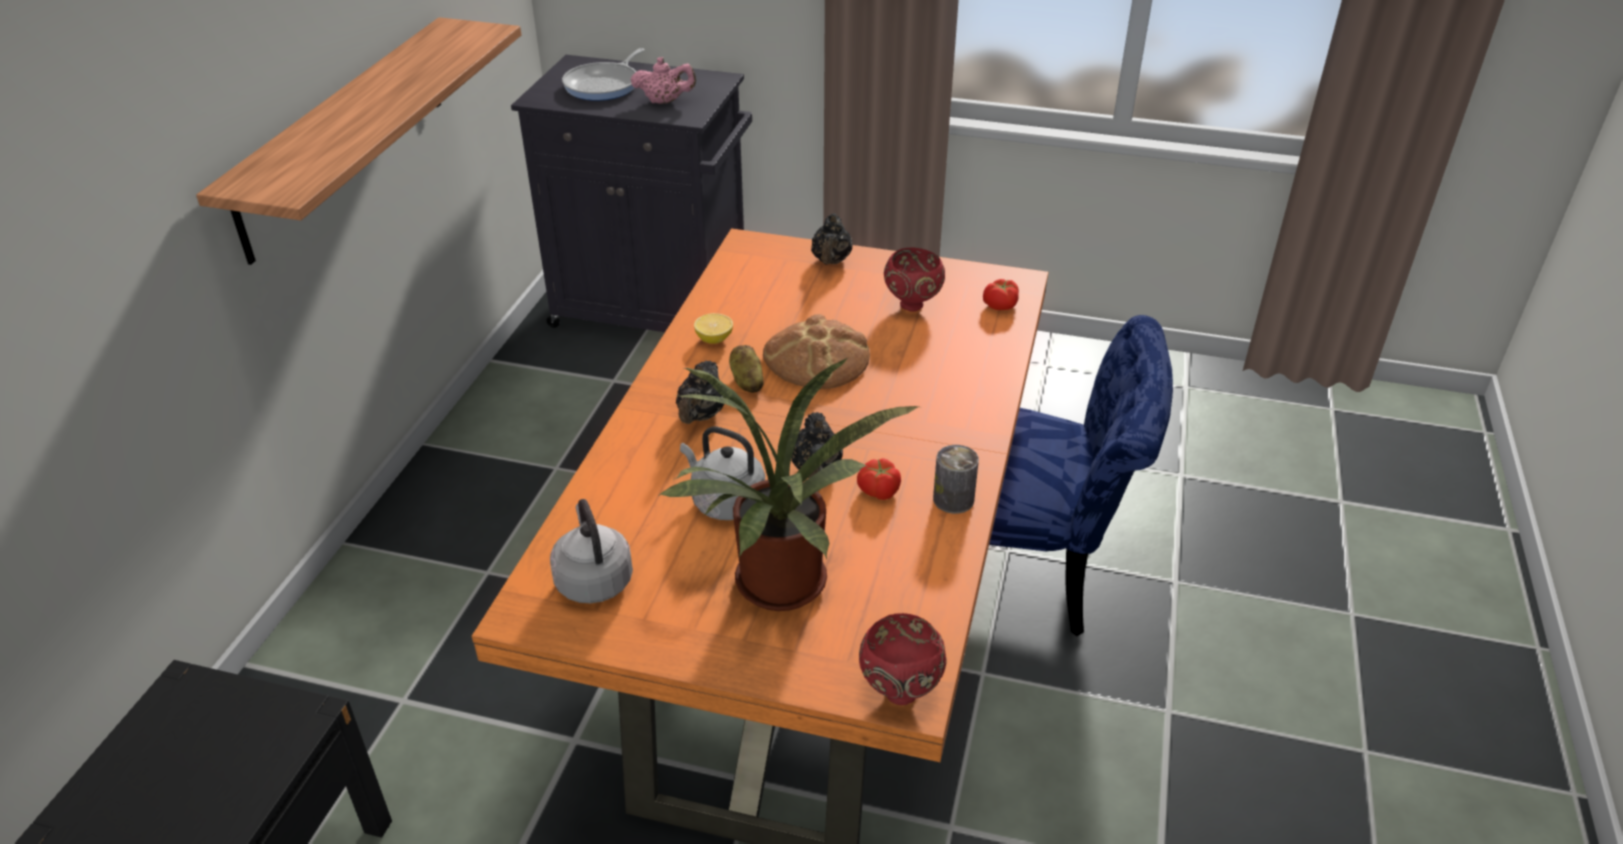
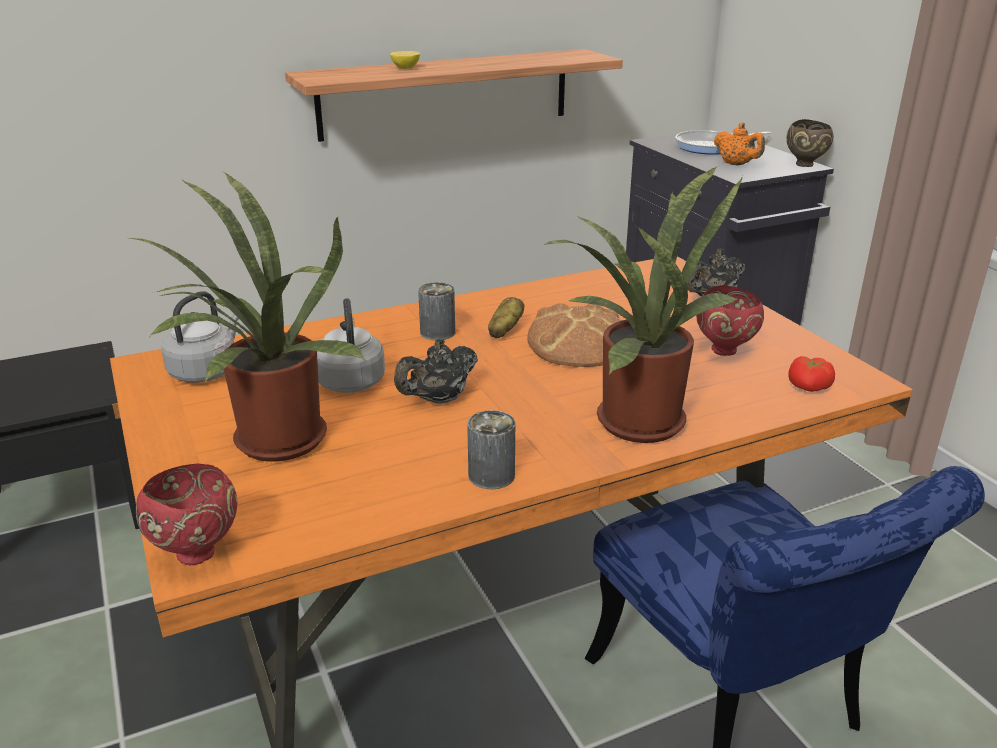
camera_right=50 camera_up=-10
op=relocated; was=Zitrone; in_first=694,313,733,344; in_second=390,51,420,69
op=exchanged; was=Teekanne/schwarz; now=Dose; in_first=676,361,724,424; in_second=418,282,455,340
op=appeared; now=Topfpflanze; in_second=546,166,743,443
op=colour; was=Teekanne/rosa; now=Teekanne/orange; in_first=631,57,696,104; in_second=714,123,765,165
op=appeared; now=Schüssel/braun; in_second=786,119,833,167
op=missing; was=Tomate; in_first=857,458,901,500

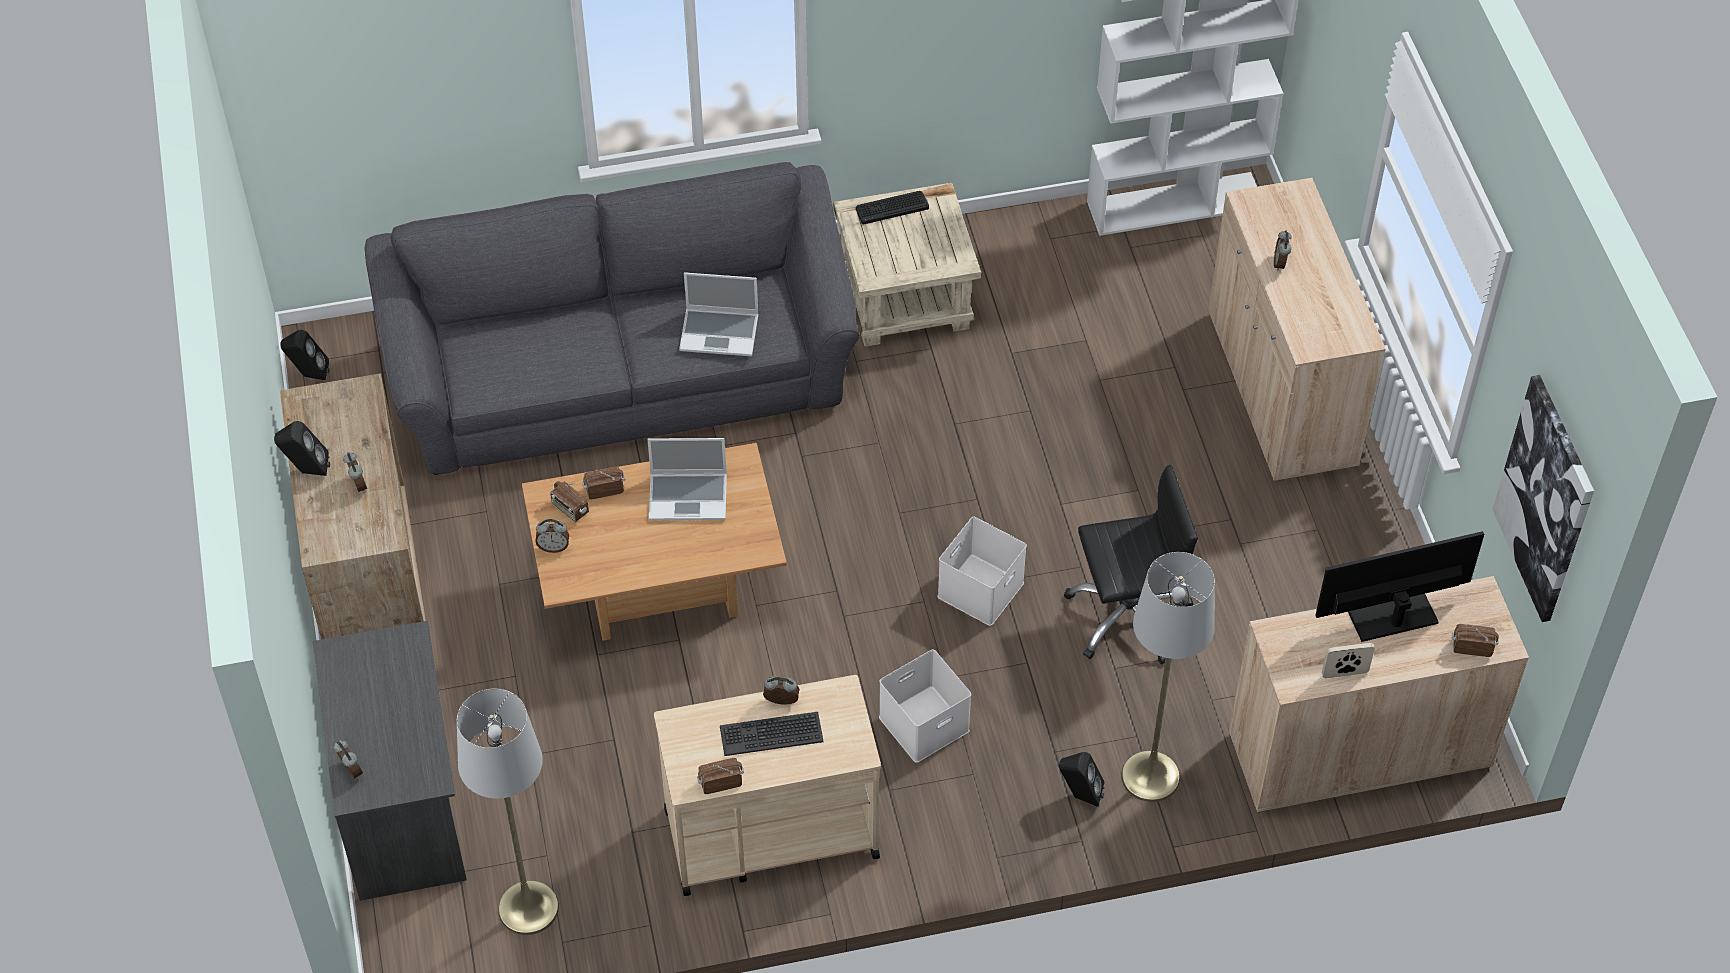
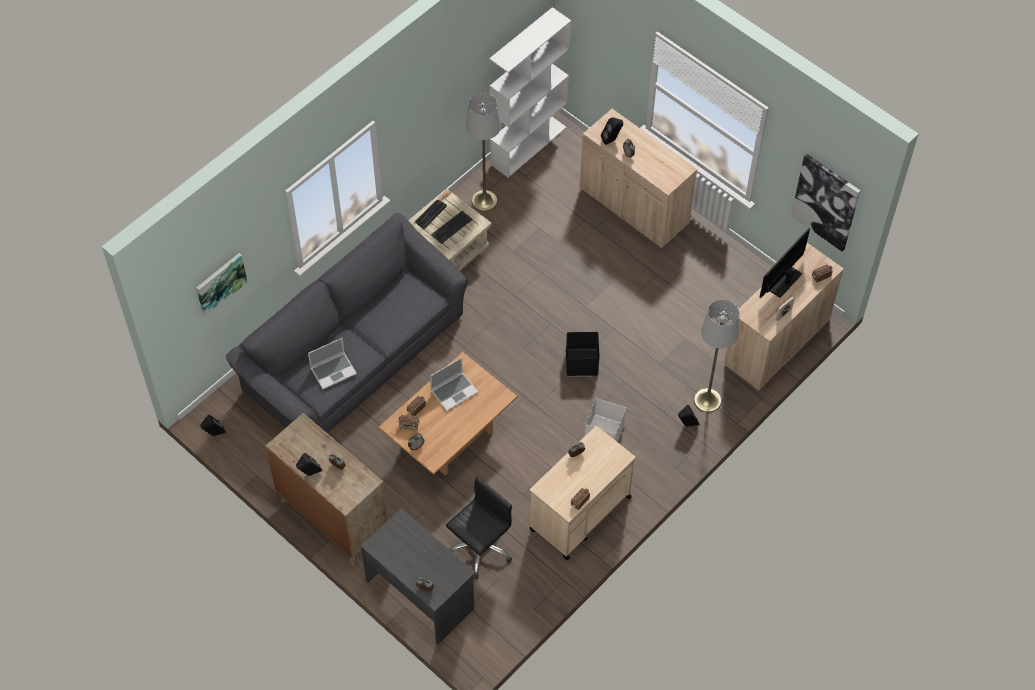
camera_right=-35 camera_up=5
op=appeared; now=Bild; in_second=196,253,248,317
op=relocated; was=Laptop; in_first=679,272,758,356; in_second=308,338,357,389
op=relocated; was=Tastatur; in_first=720,712,824,756; in_second=431,211,473,244
op=relocated; was=Bürostuhl/schwarz; in_first=1064,464,1198,665; in_second=446,477,512,579
op=relocated; was=Stehlampe/grau; in_first=457,689,559,935; in_second=466,93,501,211
op=colour; was=Aufbewahrungsbox/weiß; now=Aufbewahrungsbox/schwarz; in_first=937,517,1027,626; in_second=566,332,600,376
op=appeared; now=Lautsprecher/schwarz; in_second=601,117,623,145

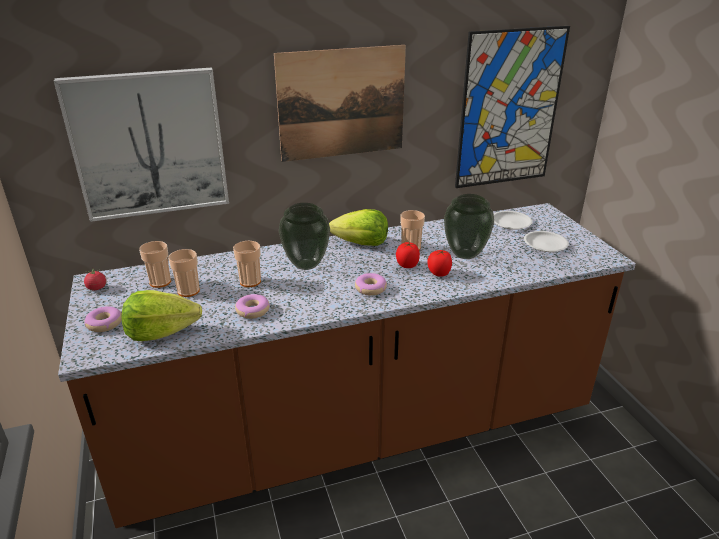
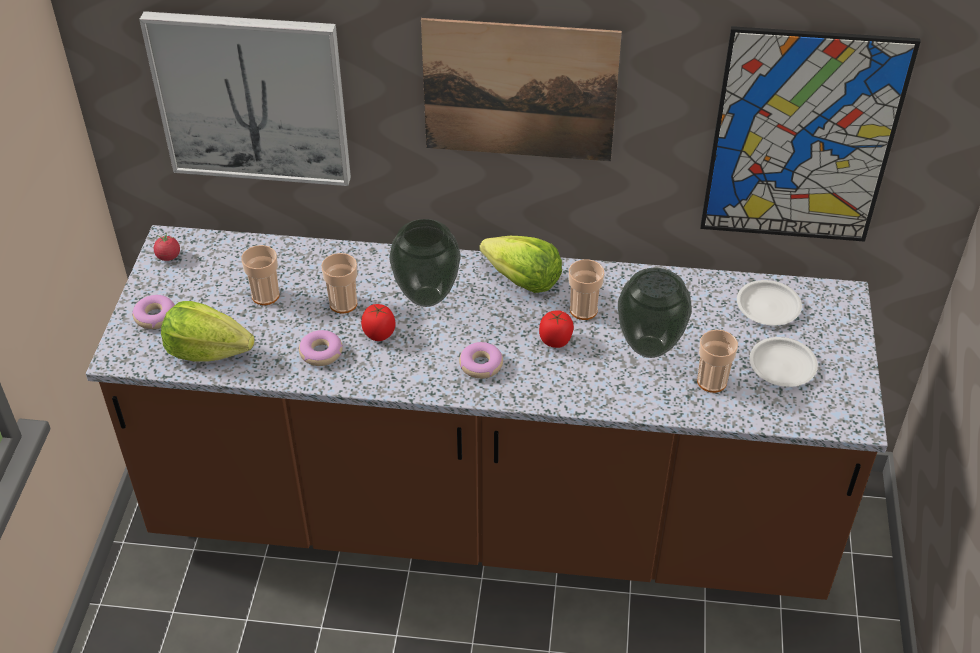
camera_right=25 camera_up=15
op=relocated; was=Tomate; in_first=428,250,452,277; in_second=361,304,396,341
op=relocated; was=Tasse; in_first=139,241,171,288; in_second=697,330,738,393

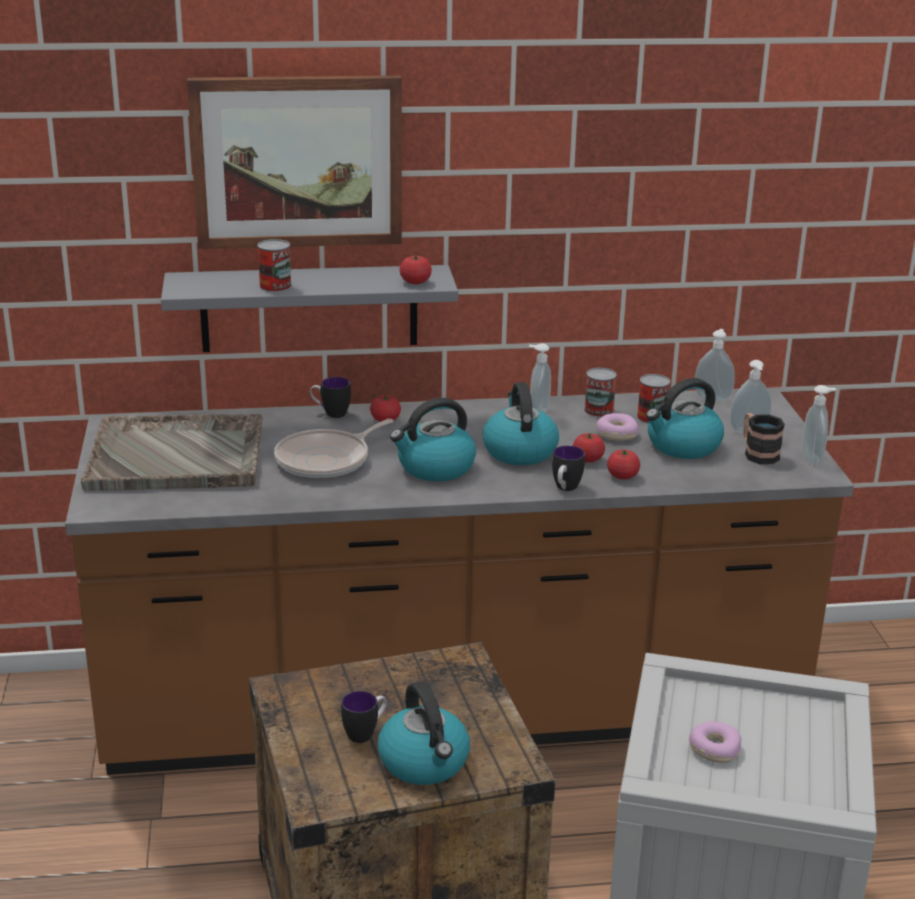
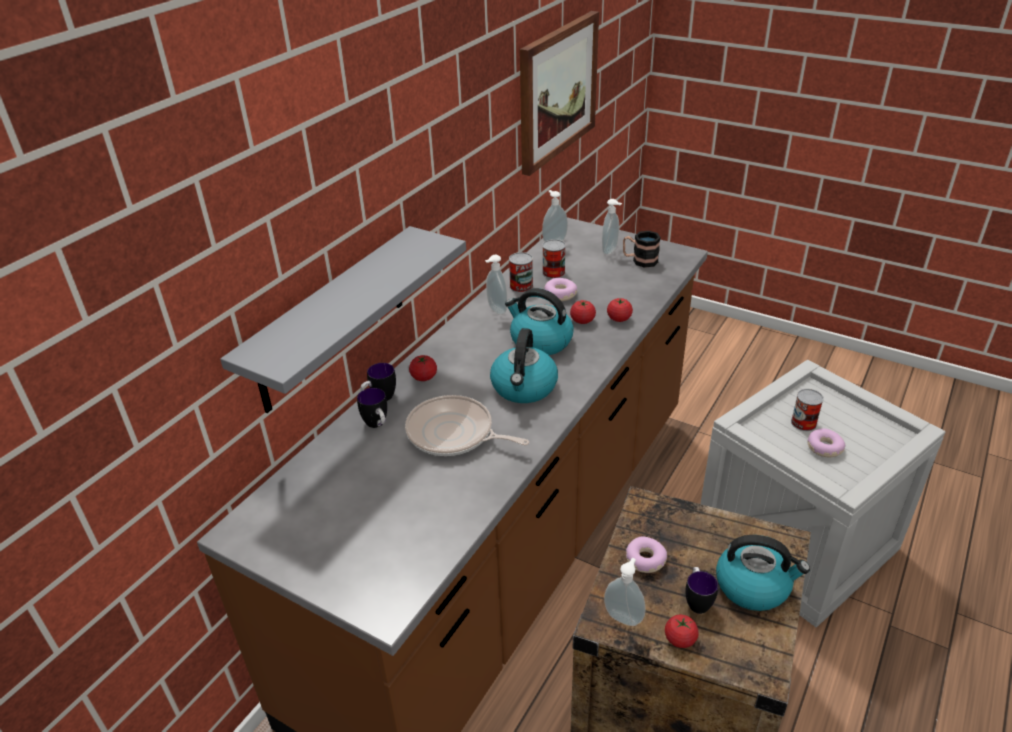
camera_right=-50 camera_up=10
op=relocated; was=Henkelbecher; in_first=552,446,585,491; in_second=357,388,387,428
op=spun; was=Pfanne; in_first=274,419,394,479; in_second=405,395,529,456; clockwise=120
op=relocated; was=Bild; in_first=187,75,402,249; in_second=520,11,599,176
op=relocated; was=Seifenspender; in_first=802,385,836,465; in_second=604,558,646,626
op=appeared; now=Donut; in_second=626,536,667,573
op=relocated; was=Tomate; in_first=400,255,432,284; in_second=665,615,699,648
op=relocated; was=Dose; in_first=257,239,291,292; in_second=791,389,824,431
op=missing; was=Tablett/grau; in_first=81,414,263,491
op=missing; was=Wasserkessel; in_first=646,378,724,459

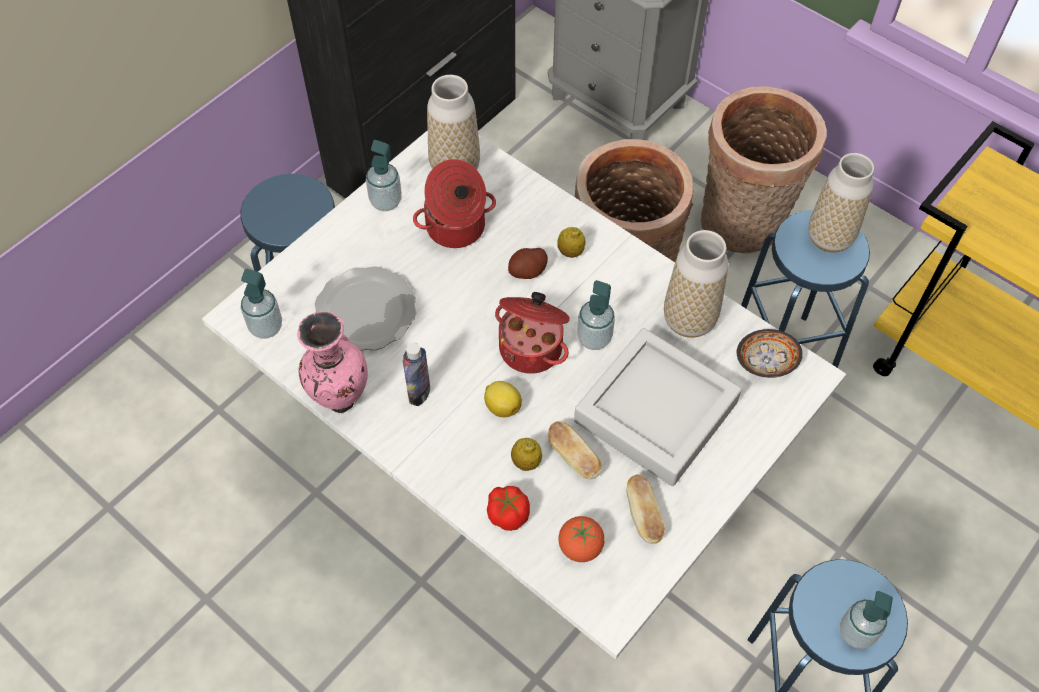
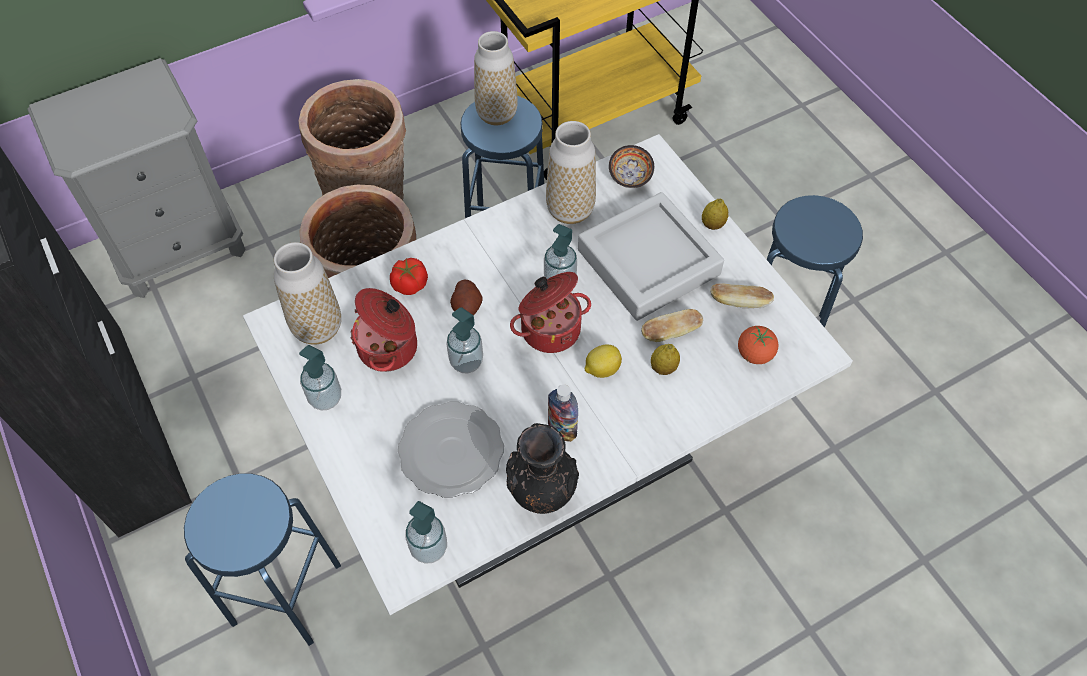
camera_right=-70 camera_up=0
op=relocated; was=Tomate; in_first=487,486,530,531; in_second=390,258,428,295
op=relocated; was=Seifenspender; in_first=840,591,893,649; in_second=446,307,483,374
op=colour; was=Vase/rosa; now=Vase/schwarz; in_first=297,311,368,413; in_second=506,423,579,514
op=relocated; was=Zitrone; in_first=557,227,586,258; in_second=702,199,728,230

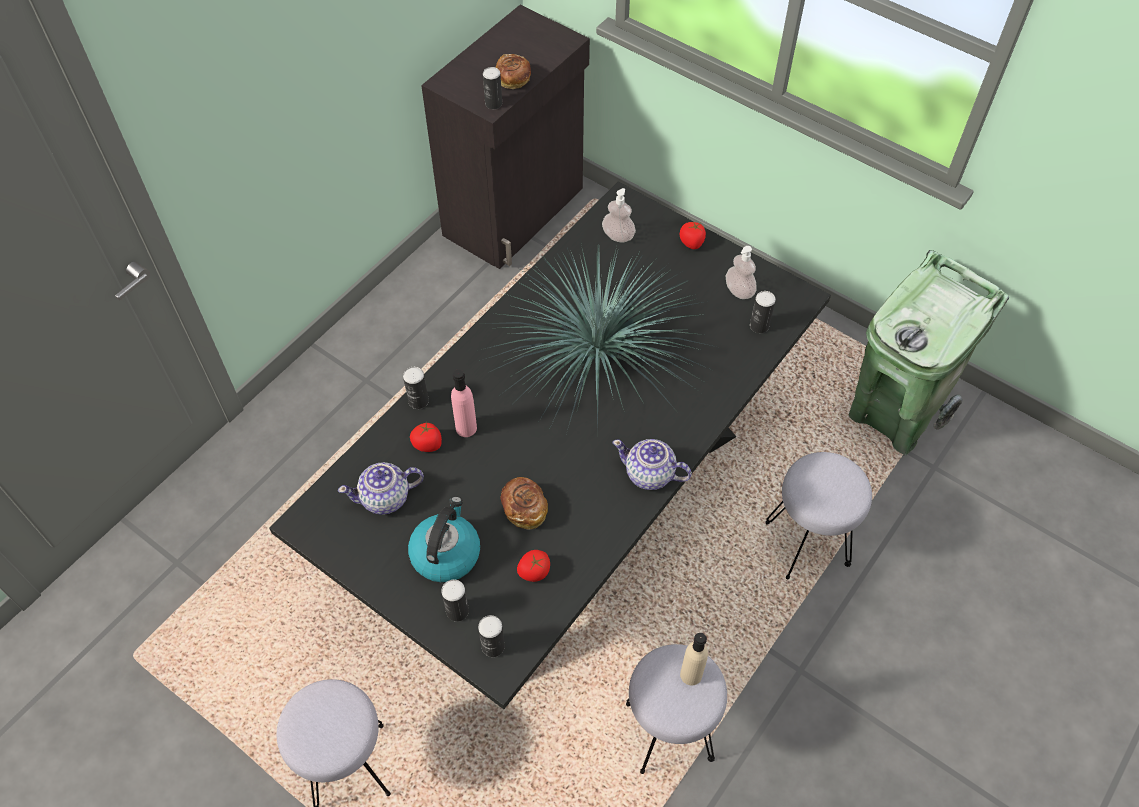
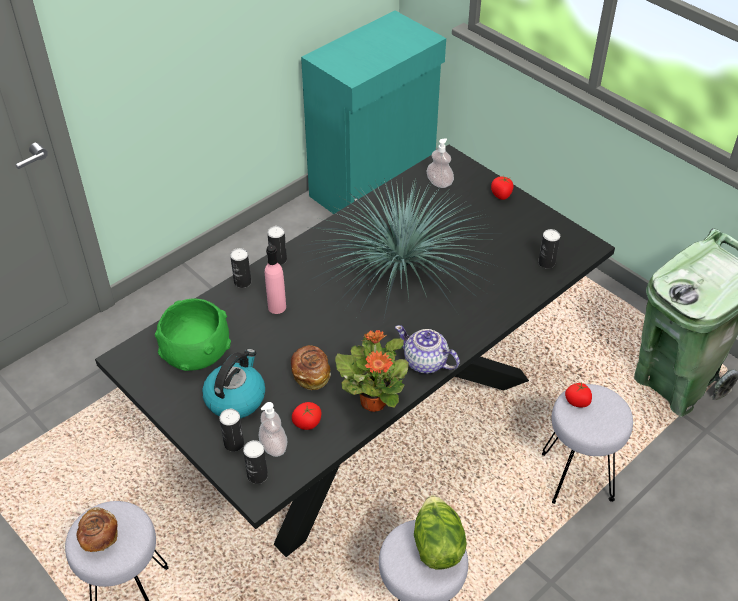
camera_right=10 camera_up=-10
op=relocated; was=Brot; in_first=496,54,531,89; in_second=76,507,118,552
op=exchanged; was=Teekanne; now=Schüssel/grün; in_first=338,462,424,515; in_second=155,298,231,371
op=relocated; was=Seifenspender; in_first=726,246,757,299; in_second=259,402,288,457
op=relocated; was=Dose; in_first=483,67,502,109; in_second=267,226,287,265
op=colour; was=Schrank/schwarz; now=Schrank/türkis; in_first=421,5,590,269; in_second=301,11,446,214
op=appeared; now=Topfpflanze; in_second=335,330,409,412
op=exchanged; was=Flasche/beige; now=Salatkopf; in_first=680,633,708,686; in_second=414,495,467,569
op=relocated; was=Tomate; in_first=410,421,442,452; in_second=565,381,592,407

